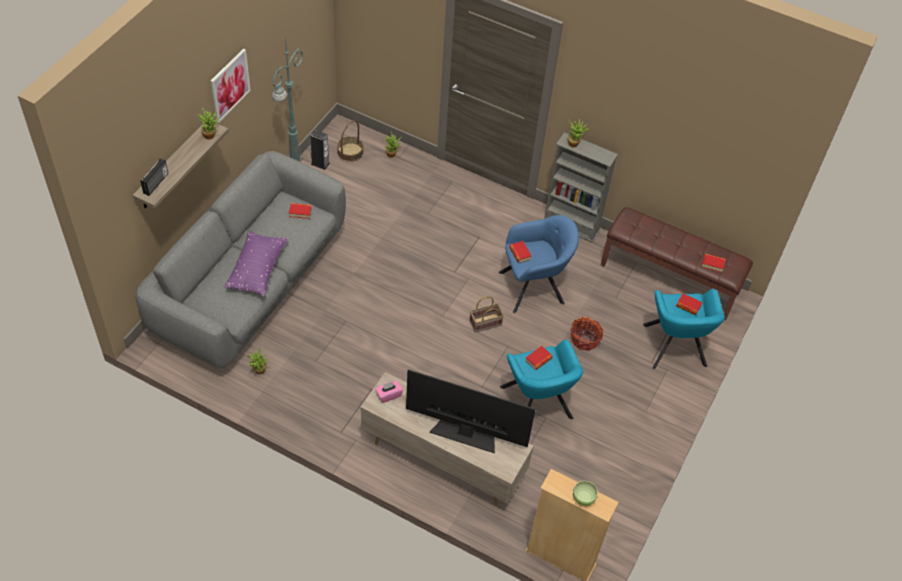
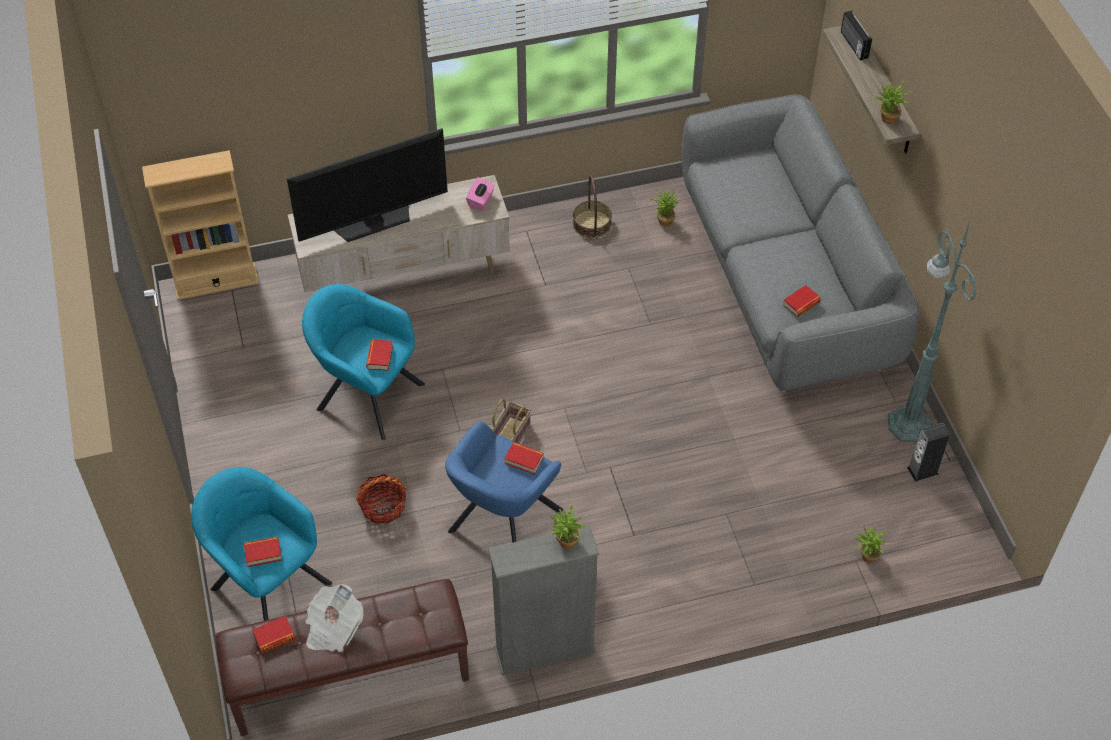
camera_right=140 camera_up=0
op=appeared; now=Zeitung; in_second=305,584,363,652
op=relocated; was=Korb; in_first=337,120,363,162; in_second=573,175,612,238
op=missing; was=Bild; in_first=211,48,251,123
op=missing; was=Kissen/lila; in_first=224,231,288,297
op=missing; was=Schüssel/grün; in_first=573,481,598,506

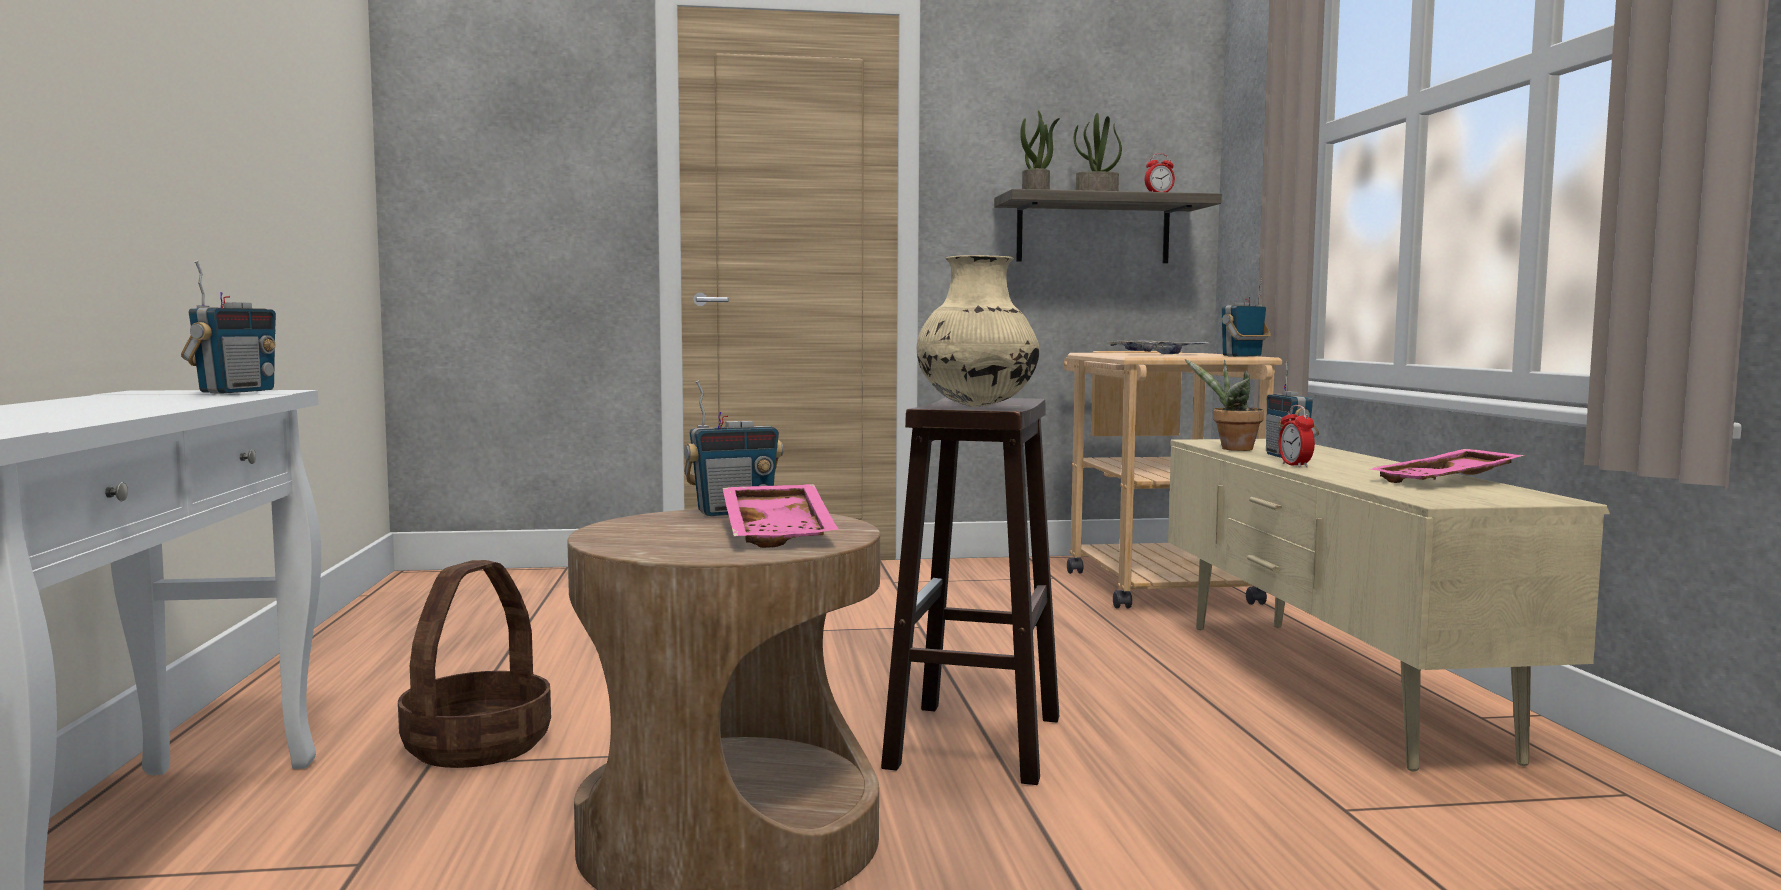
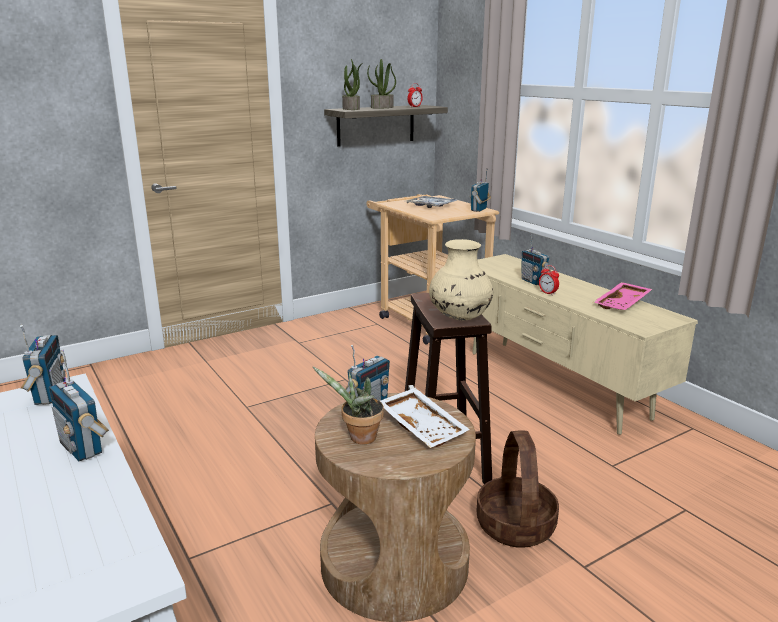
camera_right=-25 camera_up=15
op=appeared; now=Radio; in_second=49,350,109,461
op=relocated; was=Topfpflanze; in_first=1185,359,1264,451; in_second=313,367,384,444
op=colour; was=Tablett/rosa; now=Tablett/weiß; in_first=723,484,839,548; in_second=380,388,470,448
op=relocated; was=Korb; in_first=398,560,551,768; in_second=476,430,559,548

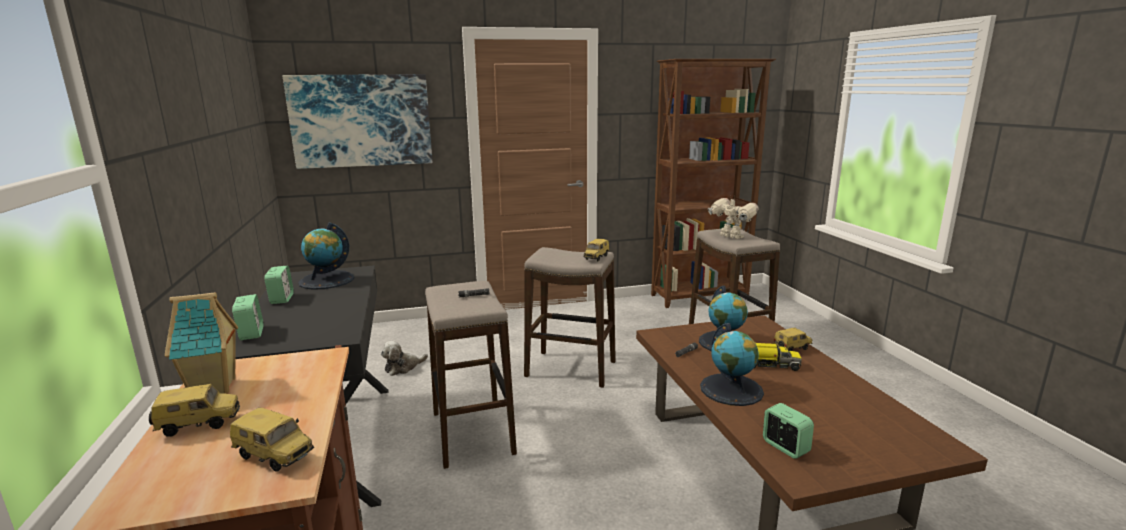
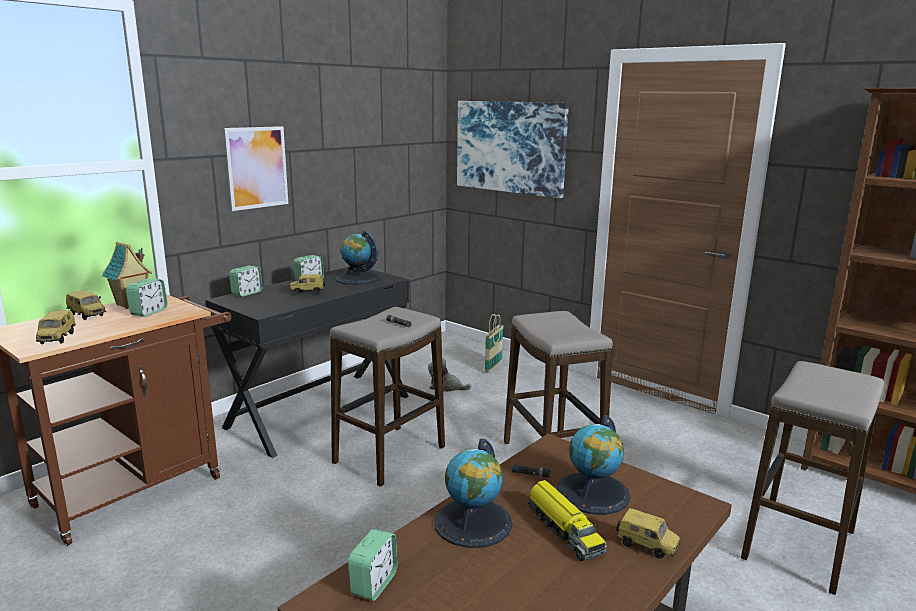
camera_right=55 camera_up=0
op=appeared; now=Wecker; in_second=126,278,167,317
op=appeared; now=Bild; in_second=224,126,288,211
op=relocated; was=Spielzeugauto; in_first=583,239,610,261; in_second=289,274,325,295
op=appeared; now=Korb; in_second=485,314,503,373
op=missing; was=Spielzeugroboter; in_first=708,195,759,239

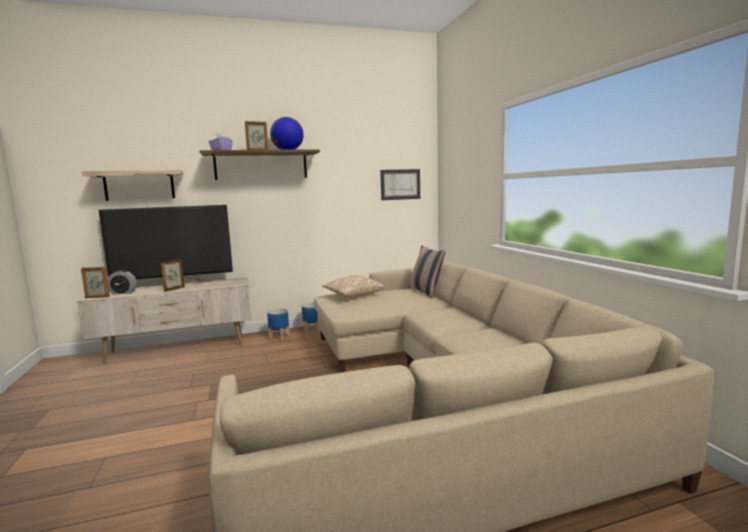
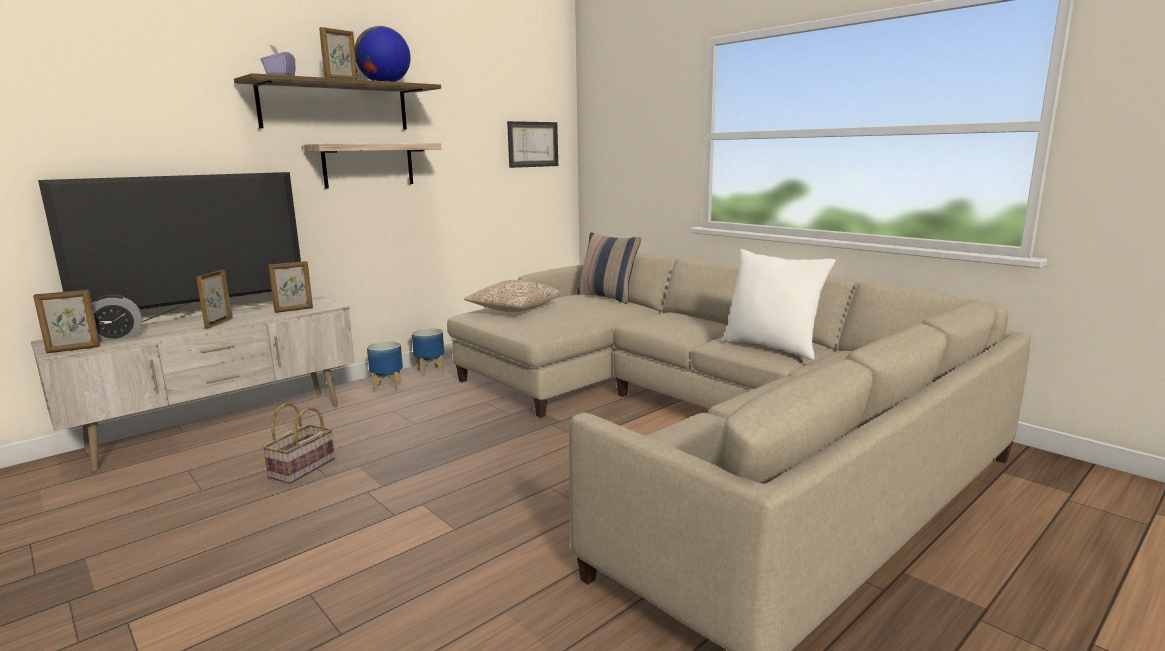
camera_right=-25 camera_up=5
op=appeared; now=Korb; in_second=262,403,335,484
op=appeared; now=Bilderrahmen; in_second=268,261,313,313
op=relocated; was=Wandregal; in_first=81,170,183,201; in_second=304,143,442,188
op=appeared; now=Kissen/weiß; in_second=722,249,836,360

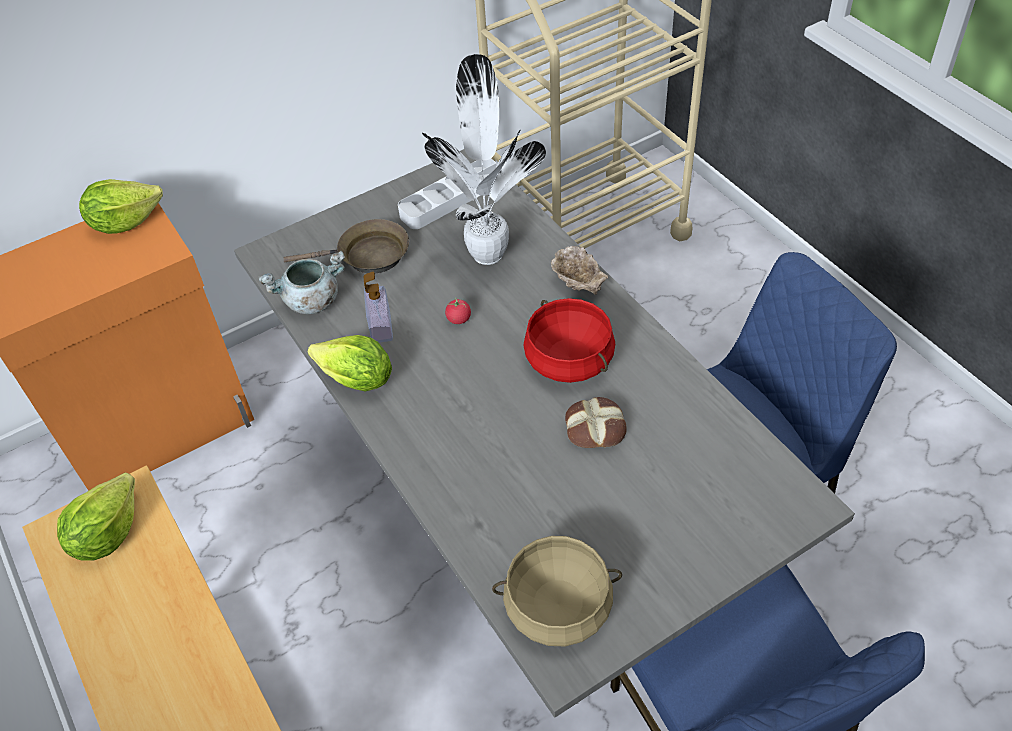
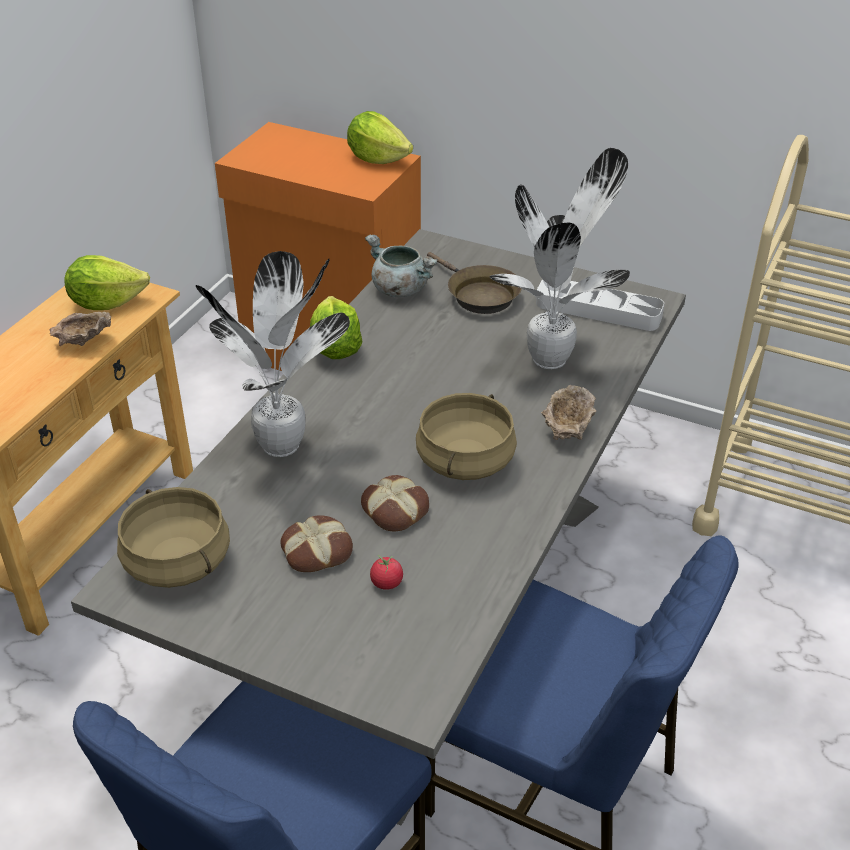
camera_right=55 camera_up=-10
op=appeared; now=Schüssel/beige; in_second=50,312,111,346
op=appeared; now=Topfpflanze; in_second=196,251,350,457
op=appeared; now=Brot; in_second=281,515,353,572
op=relocated; was=Tomate; in_first=445,297,471,324; in_second=370,555,403,590
op=colour; was=Kochtopf/rot; now=Kochtopf/beige; in_first=524,298,615,383; in_second=416,393,517,480
op=missing; was=Seifenspender; in_first=364,272,393,343

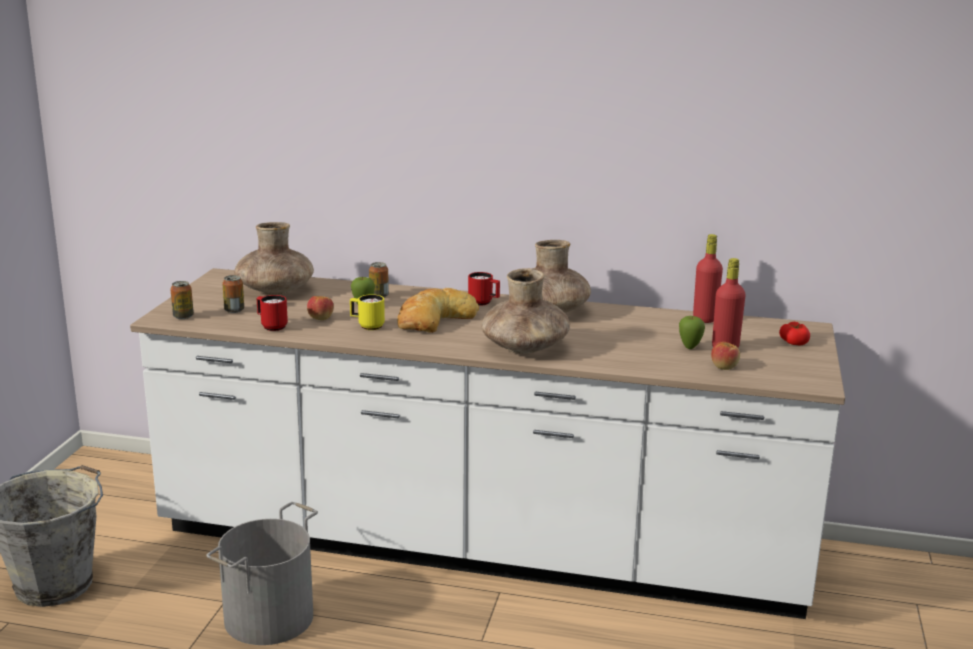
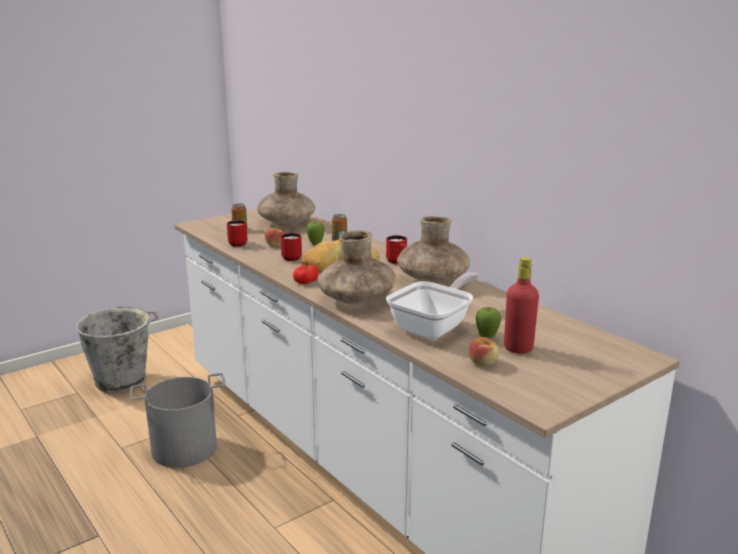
camera_right=40 camera_up=0
op=colour; was=Henkelbecher/gelb; now=Henkelbecher/rot; in_first=350,294,385,330; in_second=281,233,302,261
op=relocated; was=Tomate; in_first=779,322,810,346; in_second=293,265,319,284
op=appeared; now=Pfanne; in_second=386,273,479,339
op=missing; was=Dose; in_first=170,281,194,319
op=missing; was=Flasche/rot; in_first=693,234,723,323

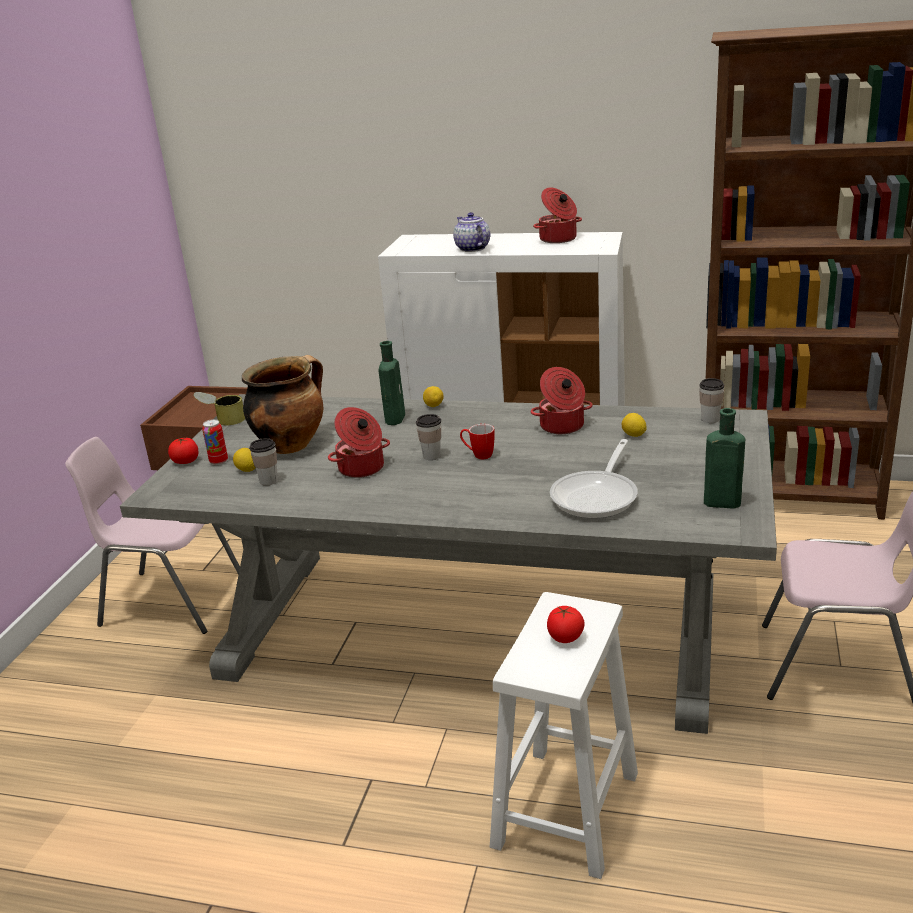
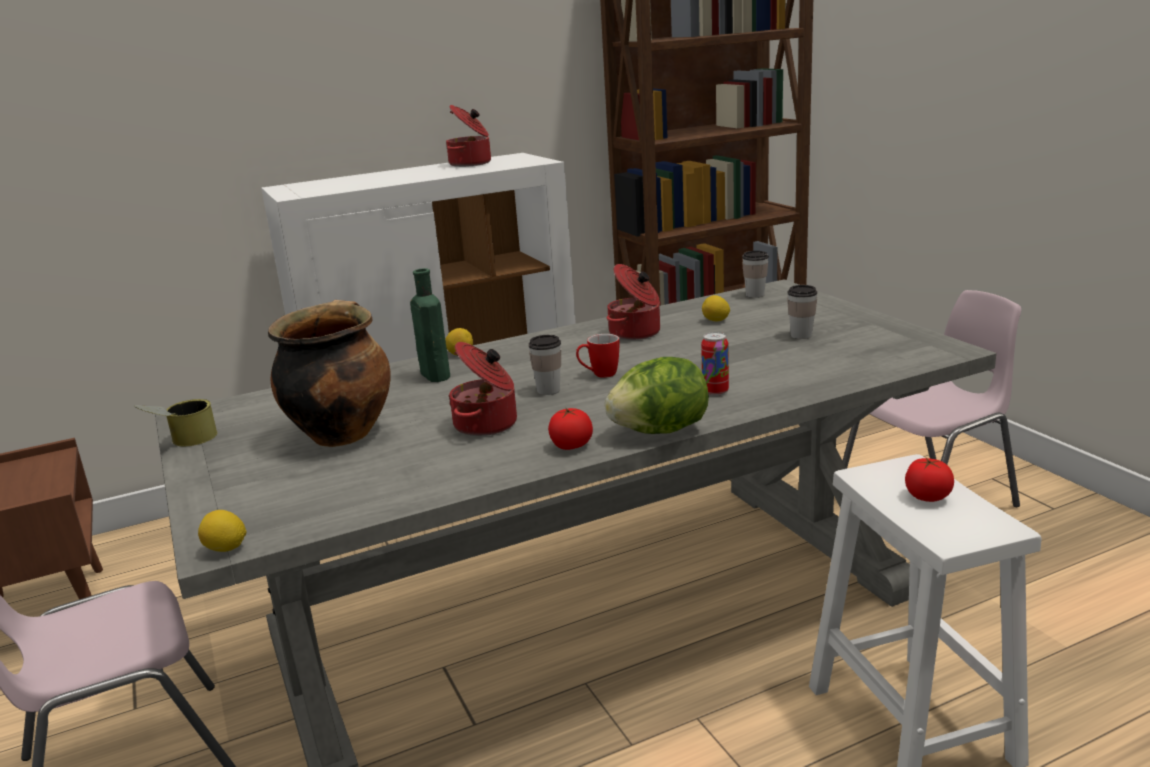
camera_right=-40 camera_up=-5
op=relocated; was=Zitrone; in_first=233,448,255,472; in_second=198,510,247,552
op=relocated; was=Tomate; in_first=168,438,198,464; in_second=548,408,593,450
op=appeared; now=Salatkopf; in_second=605,357,709,434
op=relocated; was=Dose; in_first=202,419,228,465; in_second=701,332,729,396
op=relocated; was=Tasse; in_first=249,438,278,485; in_second=787,285,817,339
op=missing; was=Teekanne; in_first=453,212,491,252
op=missing; was=Pfanne; in_first=550,439,638,519
op=missing; was=Flasche/grün; in_first=704,408,745,509

